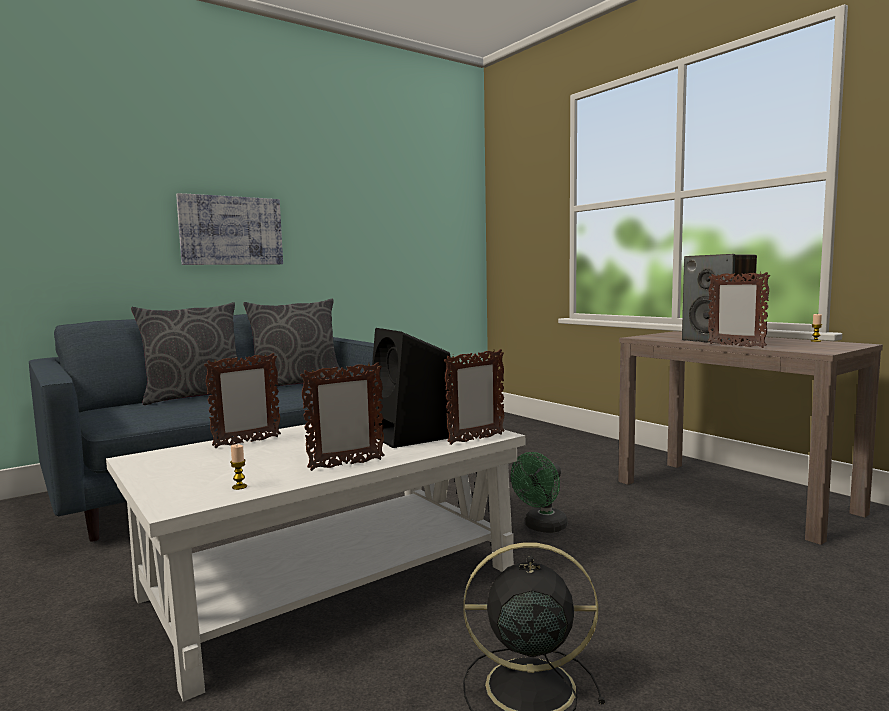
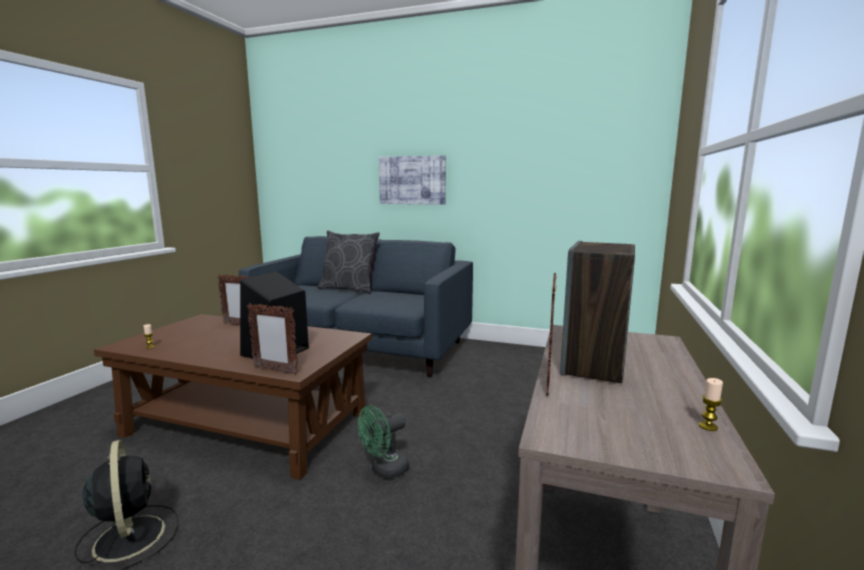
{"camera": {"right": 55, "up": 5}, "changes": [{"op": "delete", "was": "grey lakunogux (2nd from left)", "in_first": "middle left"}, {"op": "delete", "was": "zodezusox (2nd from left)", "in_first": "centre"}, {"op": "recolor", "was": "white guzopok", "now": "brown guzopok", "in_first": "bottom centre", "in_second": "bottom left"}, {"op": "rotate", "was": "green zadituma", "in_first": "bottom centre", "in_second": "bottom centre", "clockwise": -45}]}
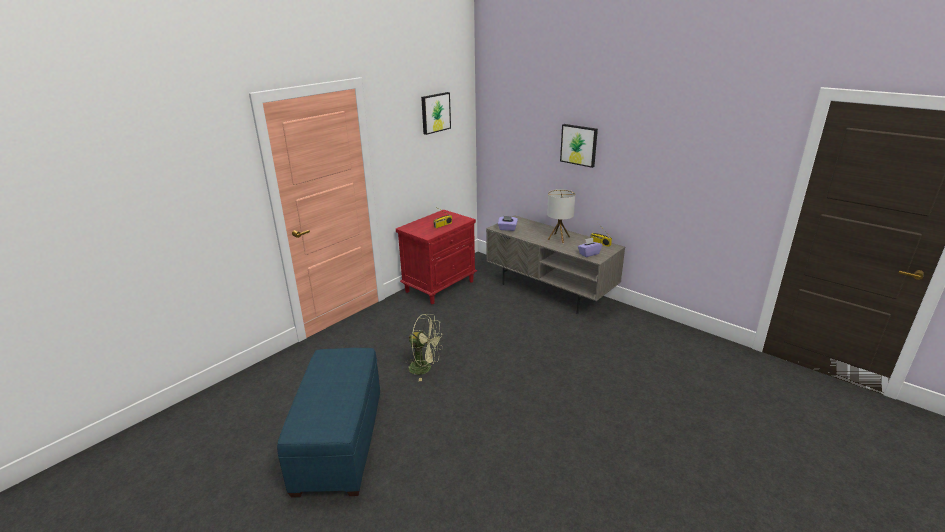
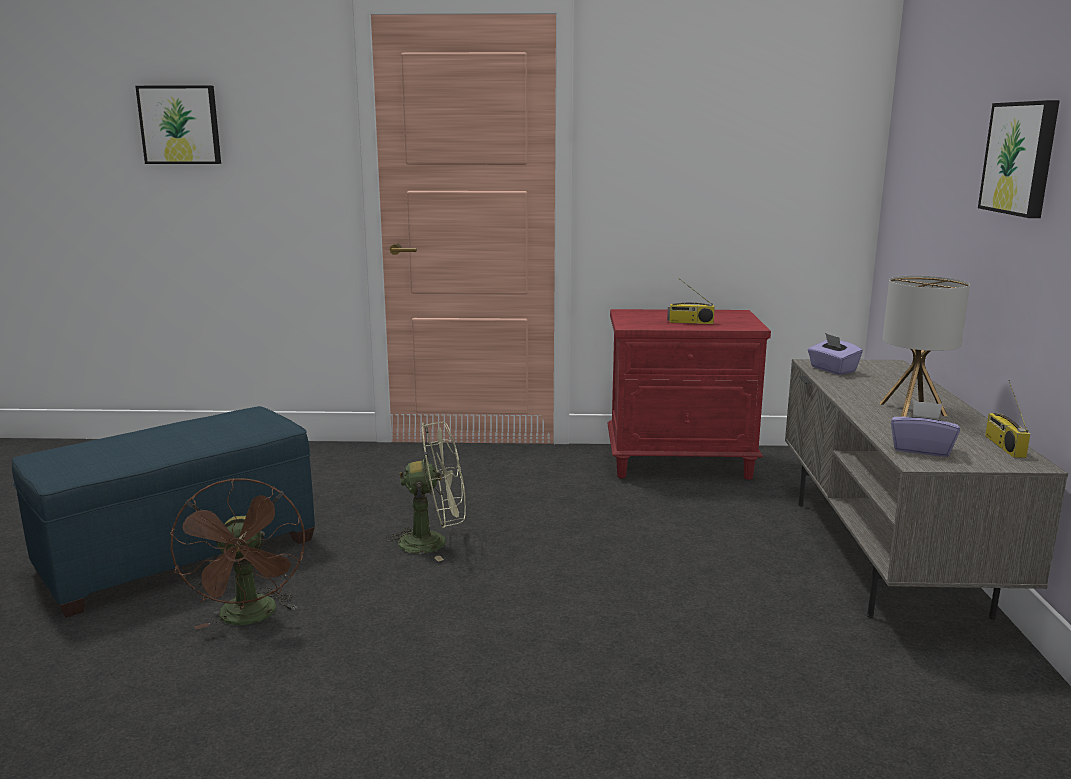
{"camera": {"right": 50, "up": -10}, "changes": [{"op": "insert", "now": "brown zadituma", "in_second": "bottom left"}, {"op": "move", "was": "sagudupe (1st from left)", "in_first": "top centre", "in_second": "top left"}, {"op": "rotate", "was": "green zadituma", "in_first": "centre", "in_second": "centre", "clockwise": -75}]}
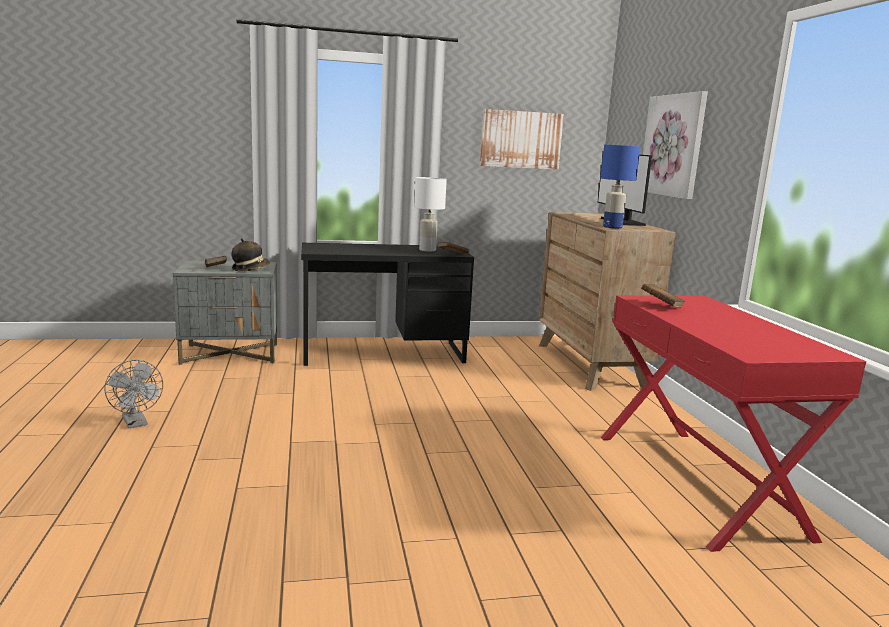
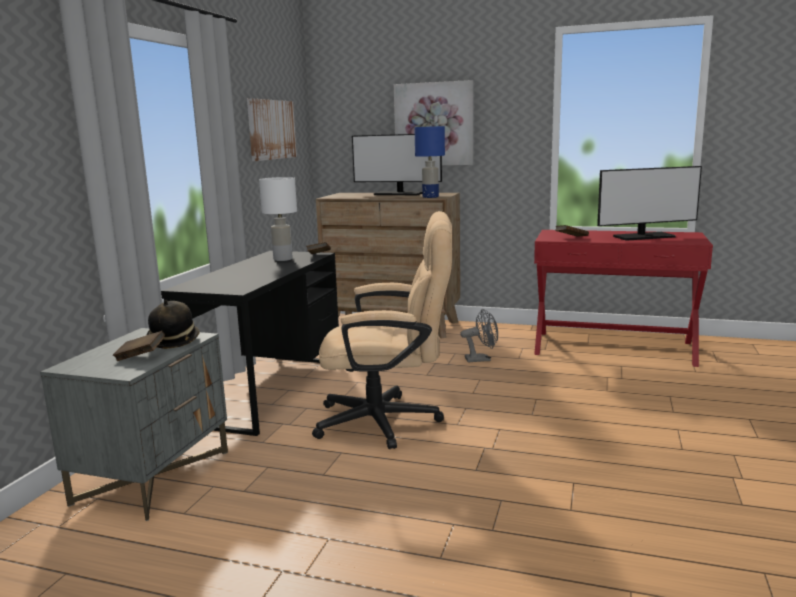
{"camera": {"right": -60, "up": 0}, "changes": [{"op": "insert", "now": "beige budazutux", "in_second": "centre"}, {"op": "insert", "now": "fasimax (2nd from left)", "in_second": "middle right"}, {"op": "move", "was": "grey zadituma", "in_first": "middle left", "in_second": "centre"}]}
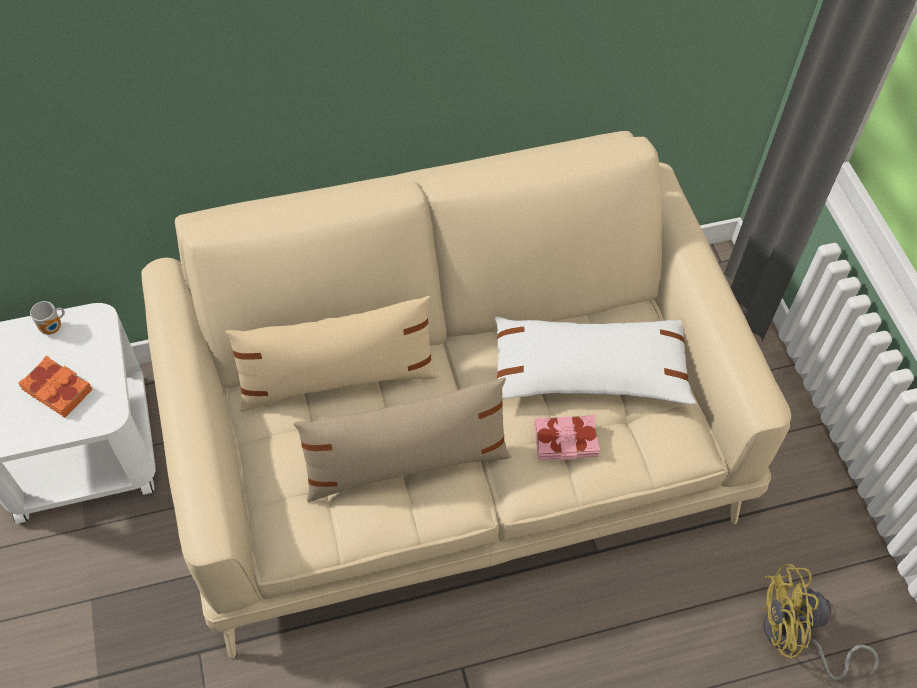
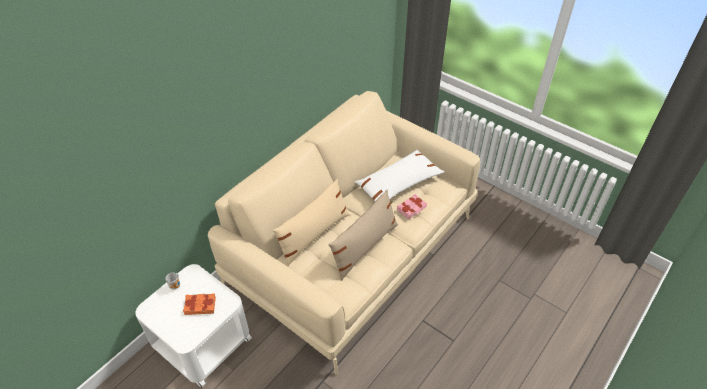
{"camera": {"right": -35, "up": -10}, "changes": [{"op": "delete", "was": "yellow zadituma", "in_first": "bottom right"}]}
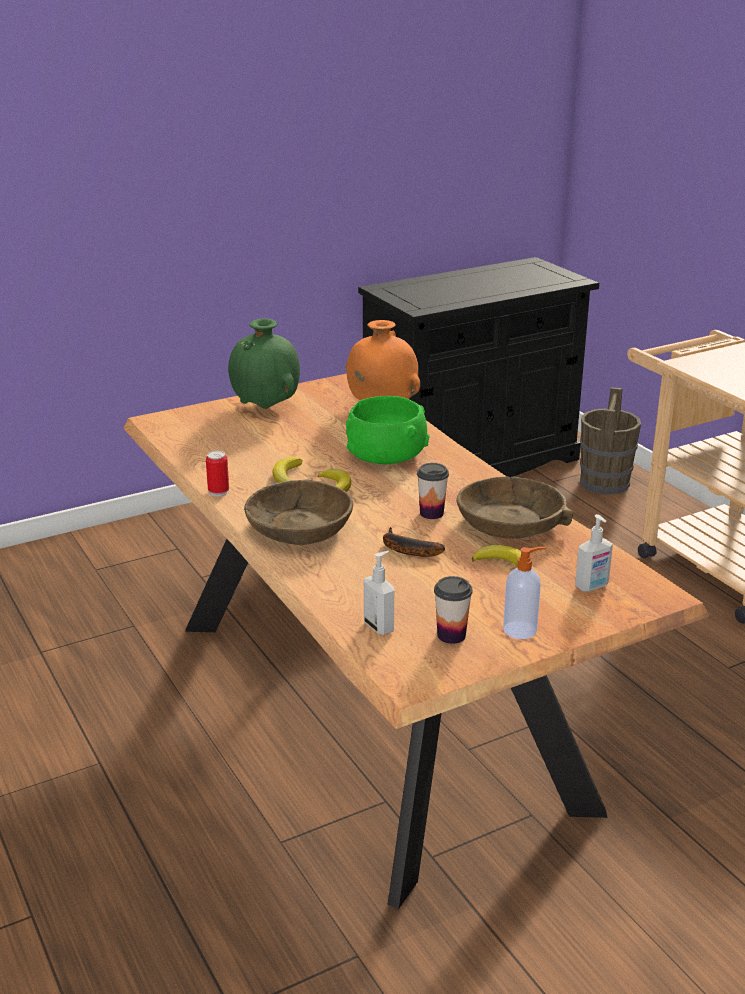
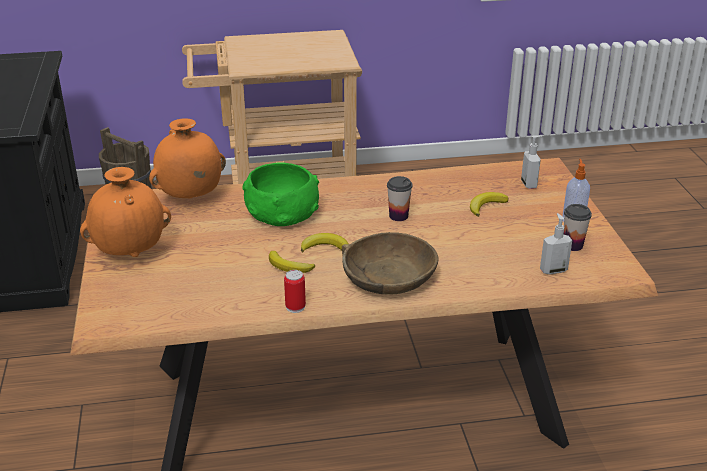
{"camera": {"right": -70, "up": 5}, "changes": [{"op": "delete", "was": "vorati (3rd from left)", "in_first": "centre"}, {"op": "delete", "was": "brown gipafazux (2nd from left)", "in_first": "middle right"}, {"op": "recolor", "was": "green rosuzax", "now": "orange rosuzax (1st from left)", "in_first": "centre", "in_second": "middle left"}]}
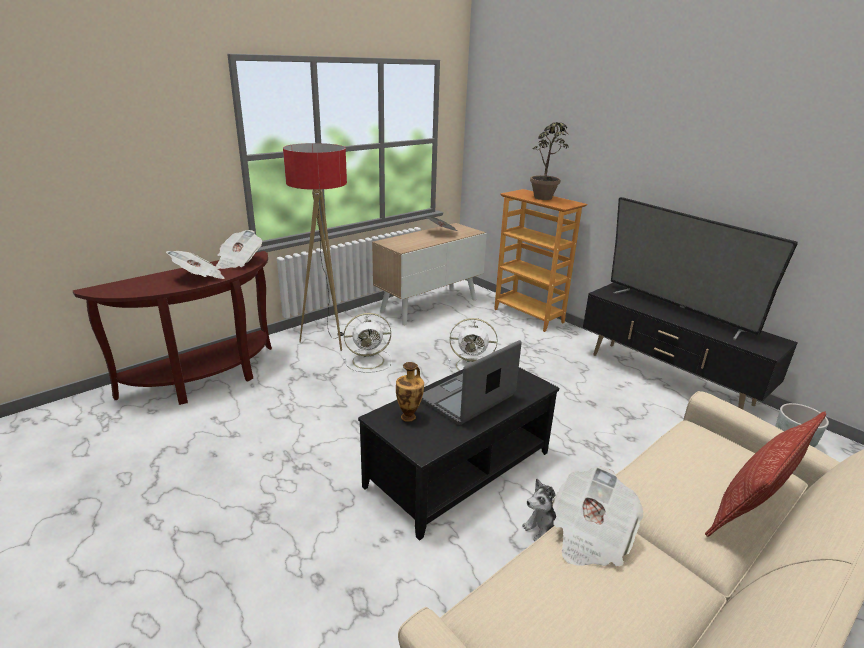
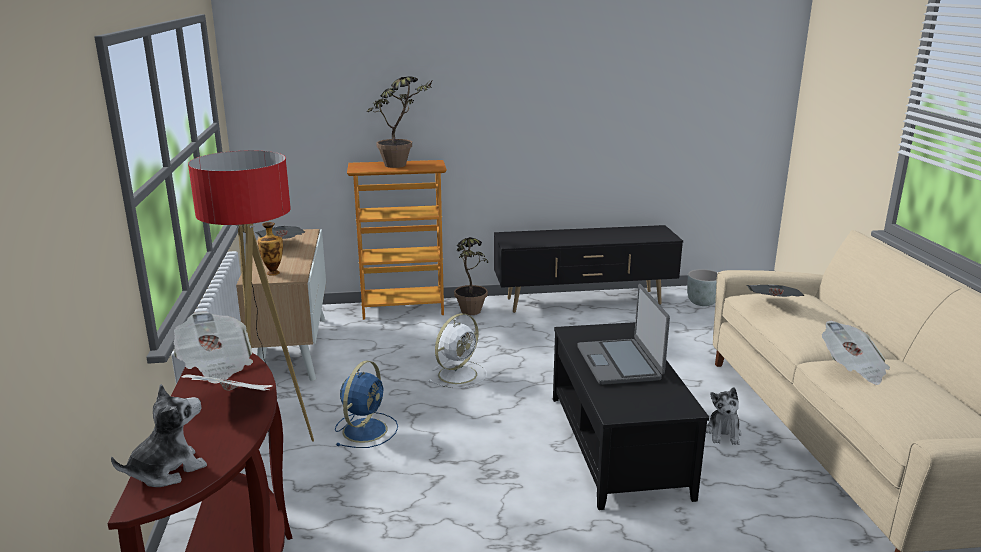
{"camera": {"right": -55, "up": -5}, "changes": [{"op": "delete", "was": "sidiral", "in_first": "middle right"}, {"op": "delete", "was": "lakunogux", "in_first": "bottom right"}, {"op": "insert", "now": "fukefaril (1st from left)", "in_second": "bottom left"}, {"op": "insert", "now": "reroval (2nd from left)", "in_second": "centre"}, {"op": "insert", "now": "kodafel (4th from left)", "in_second": "middle right"}, {"op": "move", "was": "rosuzax", "in_first": "centre", "in_second": "middle left"}, {"op": "recolor", "was": "white zadituma (1st from left)", "now": "blue zadituma", "in_first": "centre", "in_second": "bottom centre"}]}
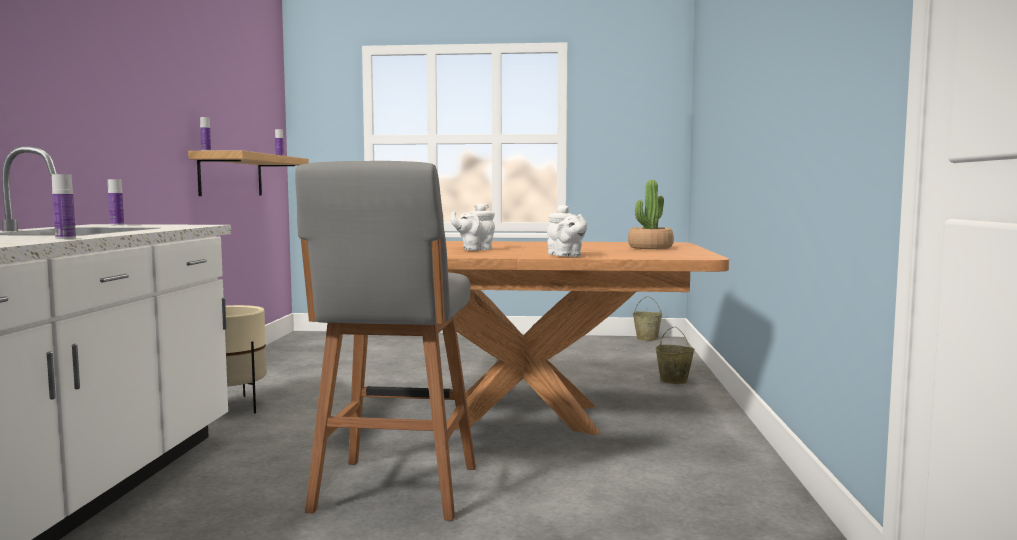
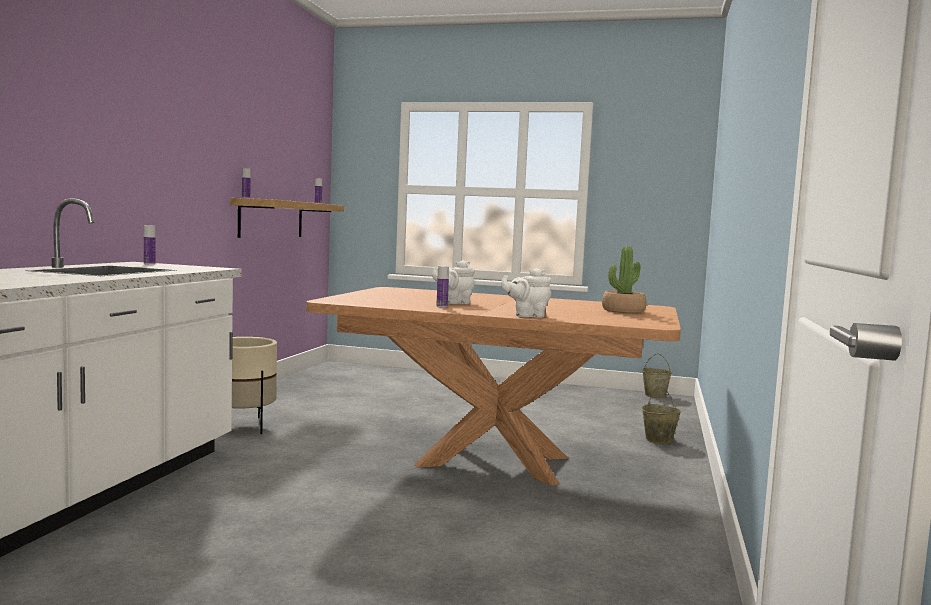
{"camera": {"right": 10, "up": 0}, "changes": [{"op": "delete", "was": "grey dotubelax", "in_first": "centre"}, {"op": "move", "was": "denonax (1st from left in the first image)", "now": "denonax (4th from left)", "in_first": "middle left", "in_second": "centre"}, {"op": "rotate", "was": "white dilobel (2nd from left)", "in_first": "centre", "in_second": "centre", "clockwise": 105}]}
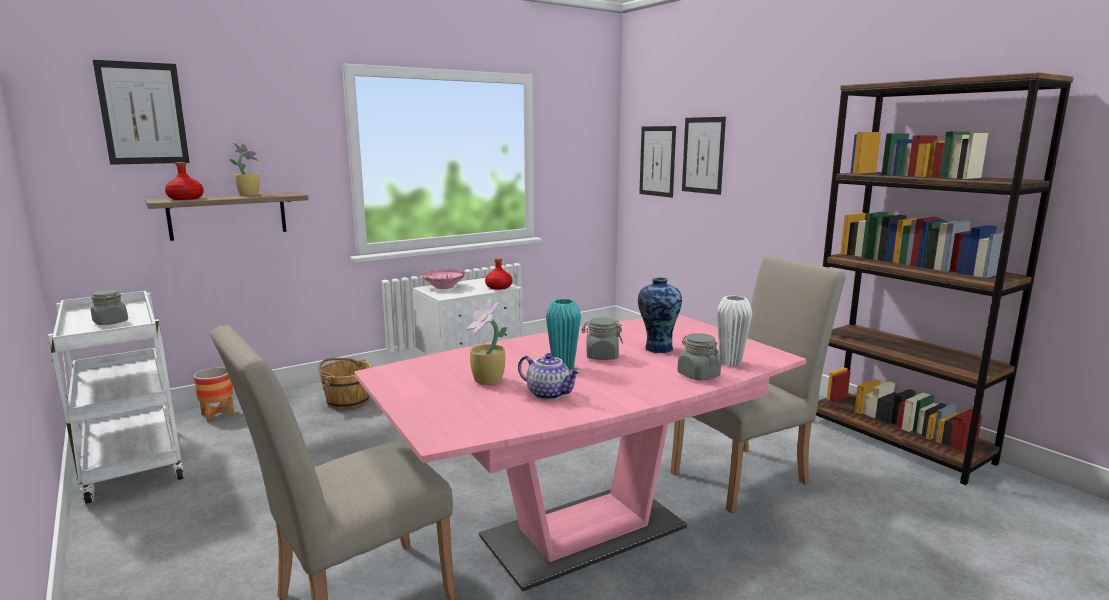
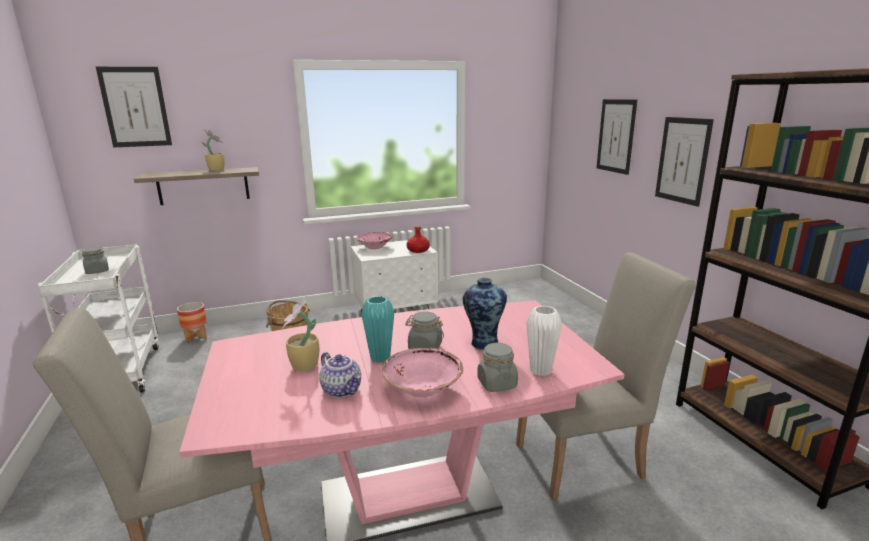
{"camera": {"right": 15, "up": 5}, "changes": [{"op": "delete", "was": "red denonax (1st from left)", "in_first": "top left"}, {"op": "insert", "now": "pink gipafazux (2nd from left)", "in_second": "bottom centre"}, {"op": "move", "was": "sagudupe (2nd from left in the first image)", "now": "sagudupe (3rd from left)", "in_first": "top centre", "in_second": "top right"}]}
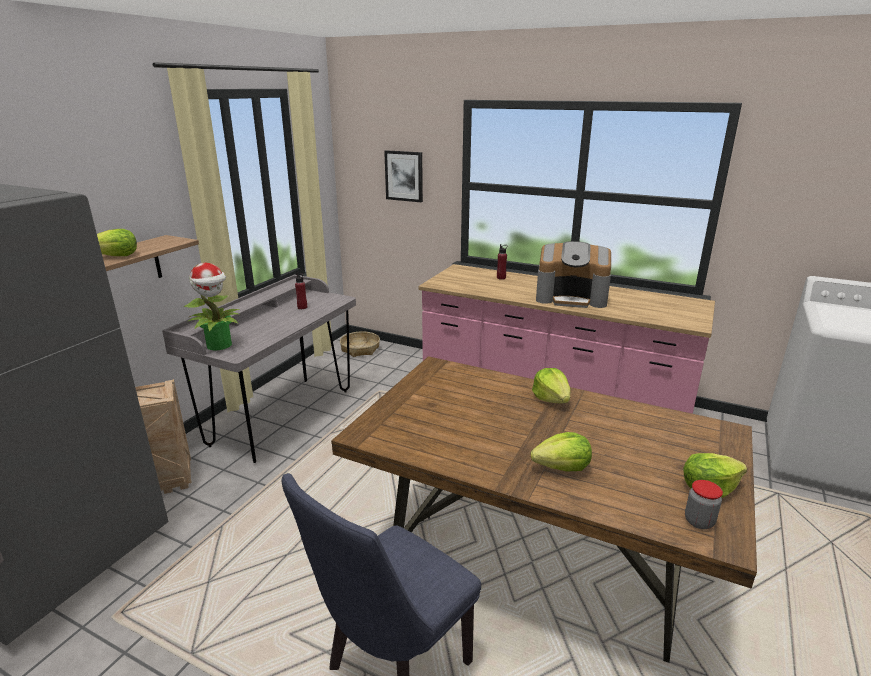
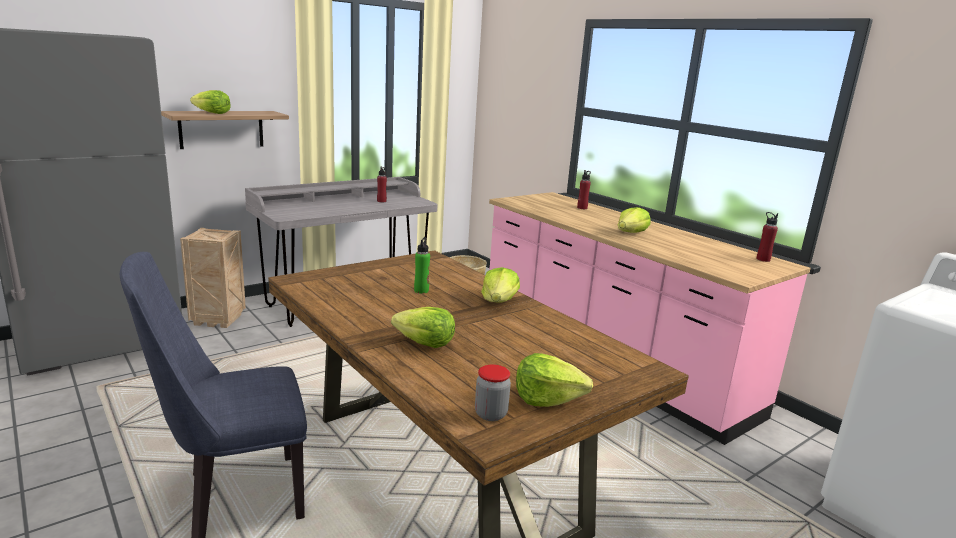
{"camera": {"right": 25, "up": -5}, "changes": [{"op": "delete", "was": "reroval", "in_first": "middle left"}, {"op": "delete", "was": "sagudupe", "in_first": "top centre"}, {"op": "insert", "now": "green denonax", "in_second": "centre"}, {"op": "insert", "now": "red denonax (3rd from left)", "in_second": "middle right"}, {"op": "replace", "was": "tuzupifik", "now": "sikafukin (5th from left)", "in_first": "centre", "in_second": "centre"}]}
